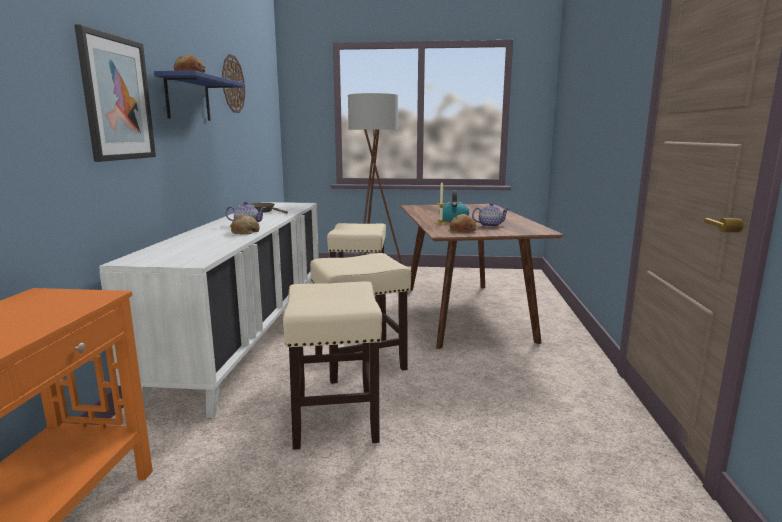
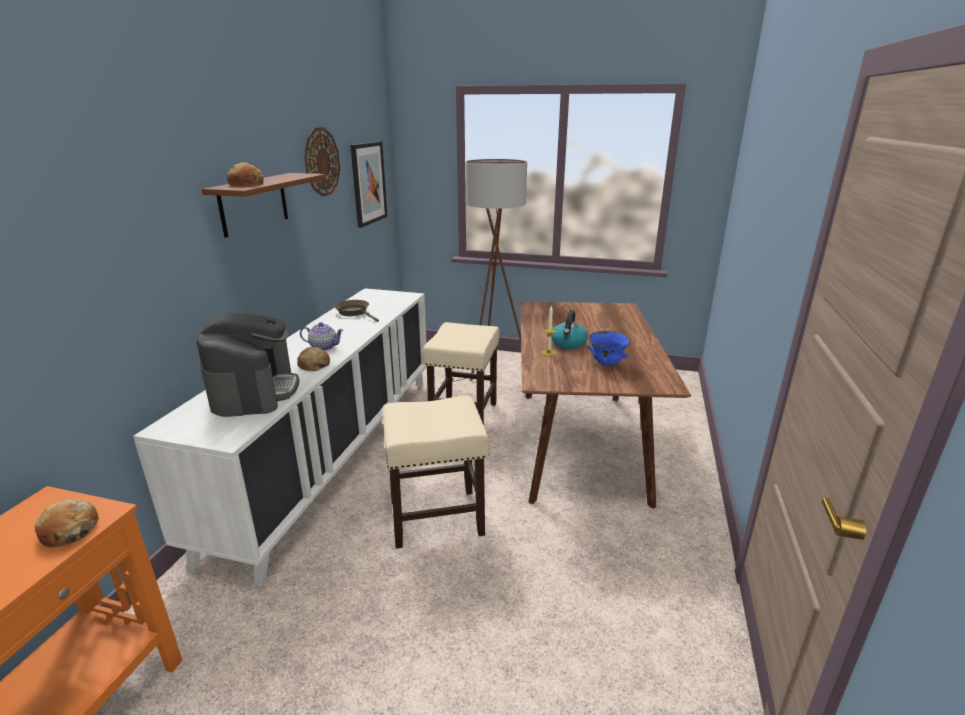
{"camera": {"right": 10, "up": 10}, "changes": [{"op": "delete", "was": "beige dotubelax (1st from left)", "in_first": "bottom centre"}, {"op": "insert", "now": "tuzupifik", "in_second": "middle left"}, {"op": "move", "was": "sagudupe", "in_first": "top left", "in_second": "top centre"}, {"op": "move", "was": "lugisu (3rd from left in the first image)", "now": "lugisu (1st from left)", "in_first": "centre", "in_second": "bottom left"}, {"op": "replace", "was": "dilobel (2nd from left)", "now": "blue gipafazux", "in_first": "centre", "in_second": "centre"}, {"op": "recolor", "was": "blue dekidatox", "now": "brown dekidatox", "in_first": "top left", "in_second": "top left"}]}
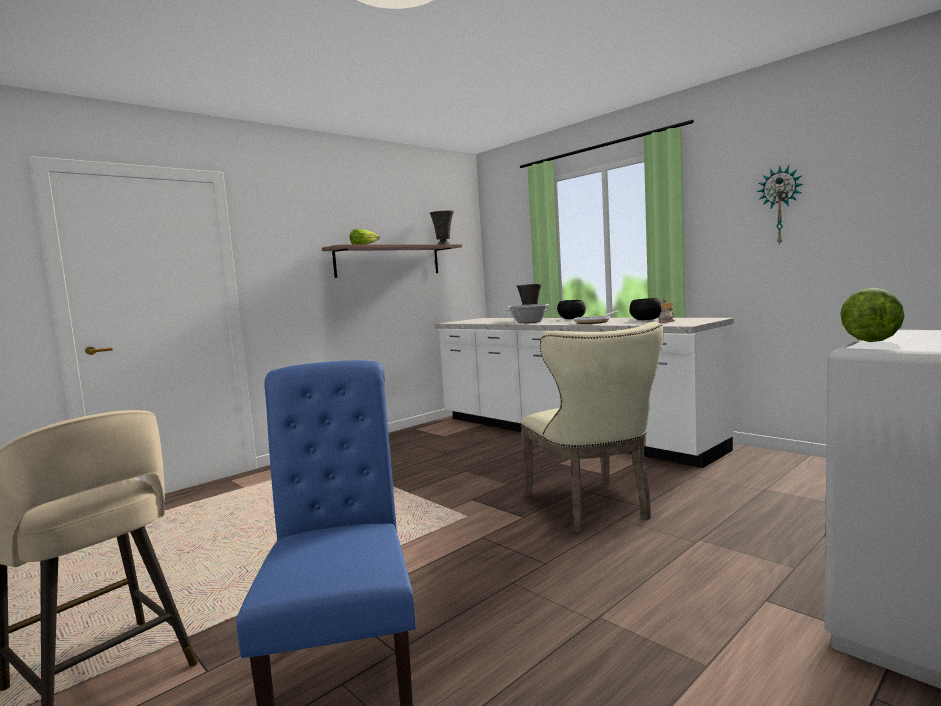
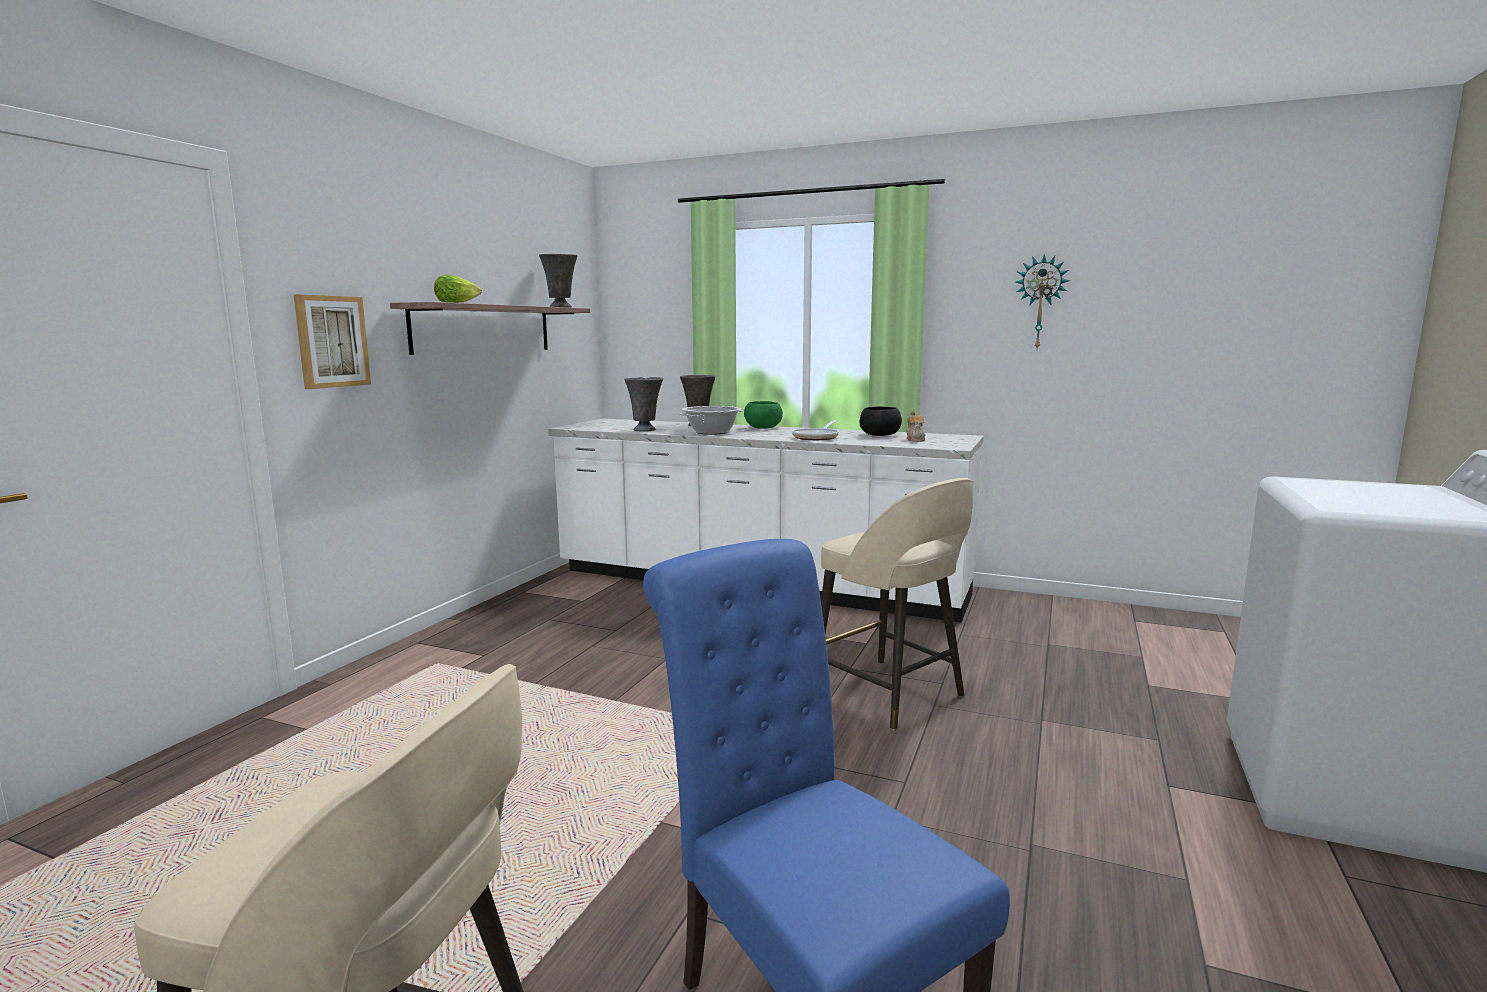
{"camera": {"right": -25, "up": 5}, "changes": [{"op": "delete", "was": "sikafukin (2nd from left)", "in_first": "middle right"}, {"op": "insert", "now": "sagudupe", "in_second": "middle left"}, {"op": "insert", "now": "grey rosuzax (2nd from left)", "in_second": "centre"}, {"op": "replace", "was": "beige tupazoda", "now": "beige dotubelax (2nd from left)", "in_first": "centre", "in_second": "centre"}, {"op": "recolor", "was": "black gipafazux (1st from left)", "now": "green gipafazux", "in_first": "centre", "in_second": "centre"}]}
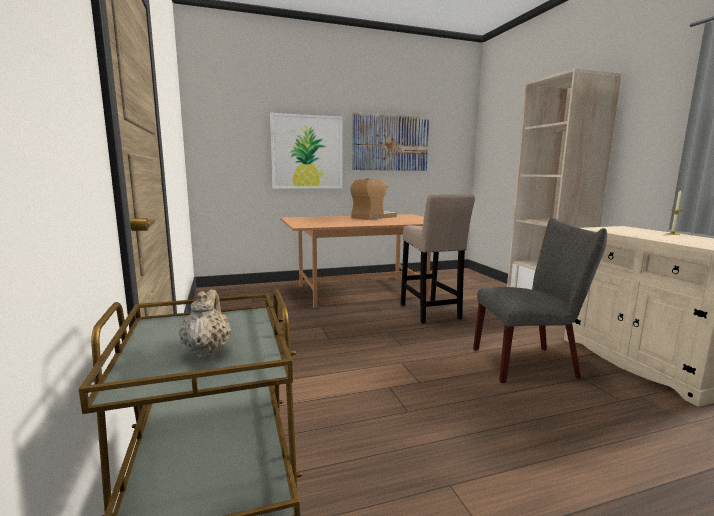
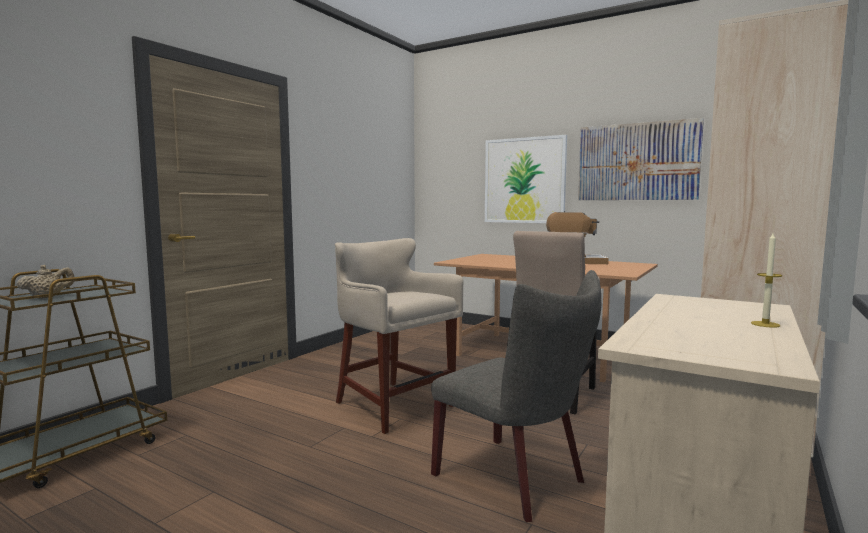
{"camera": {"right": 50, "up": -5}, "changes": [{"op": "insert", "now": "beige dotubelax (1st from left)", "in_second": "centre"}]}
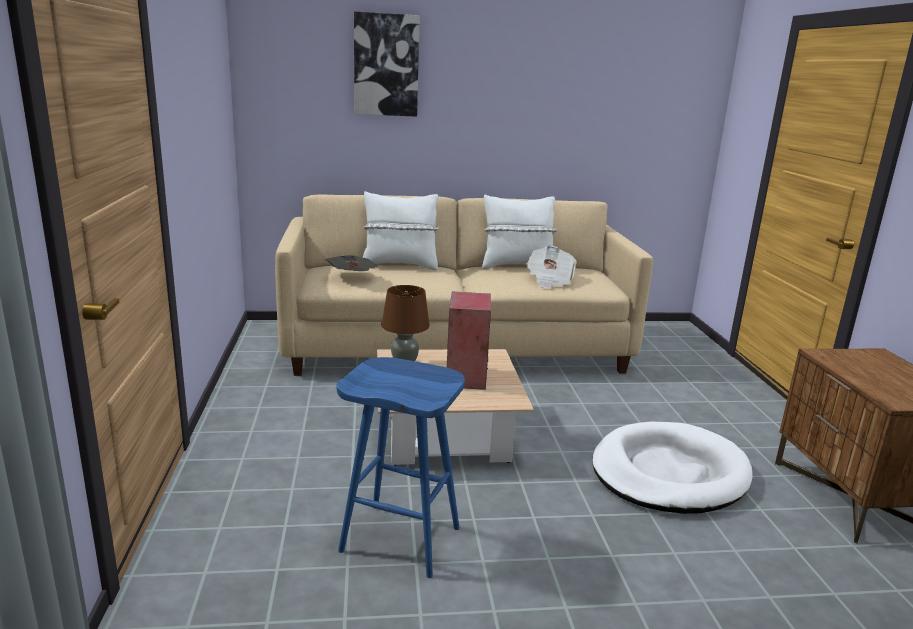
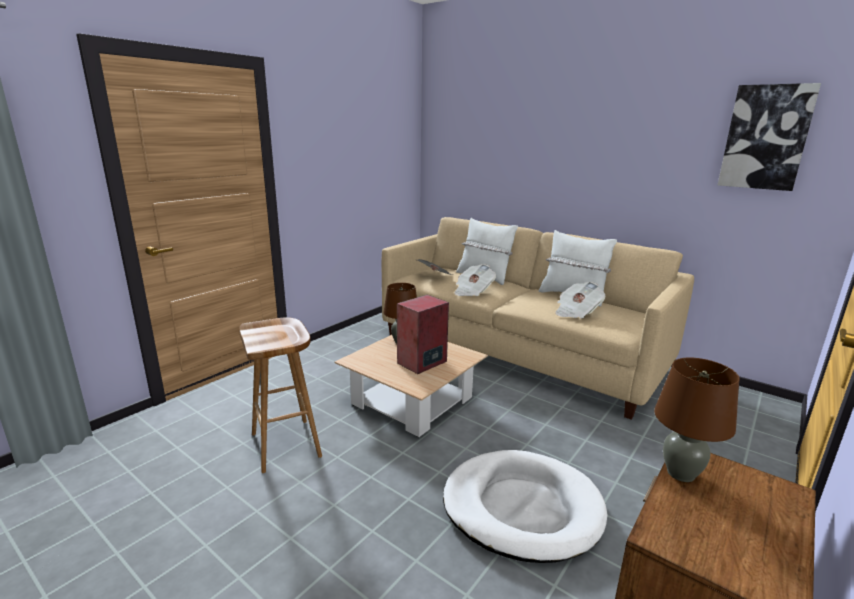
{"camera": {"right": 45, "up": 0}, "changes": [{"op": "insert", "now": "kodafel (2nd from left)", "in_second": "centre"}, {"op": "insert", "now": "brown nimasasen (2nd from left)", "in_second": "bottom right"}, {"op": "move", "was": "sagudupe", "in_first": "top centre", "in_second": "top right"}, {"op": "recolor", "was": "blue dotubelax", "now": "brown dotubelax", "in_first": "bottom centre", "in_second": "middle left"}]}
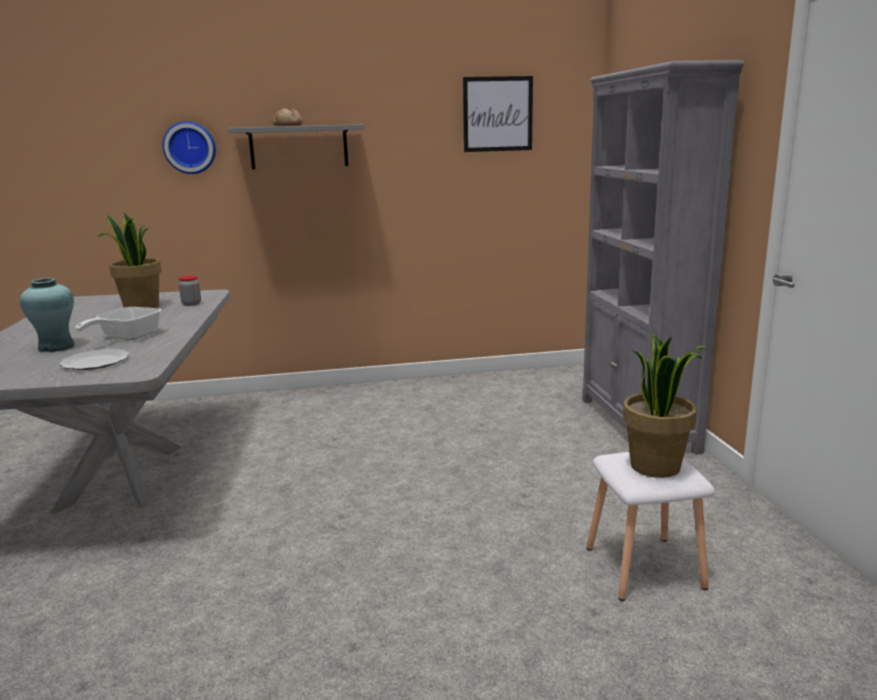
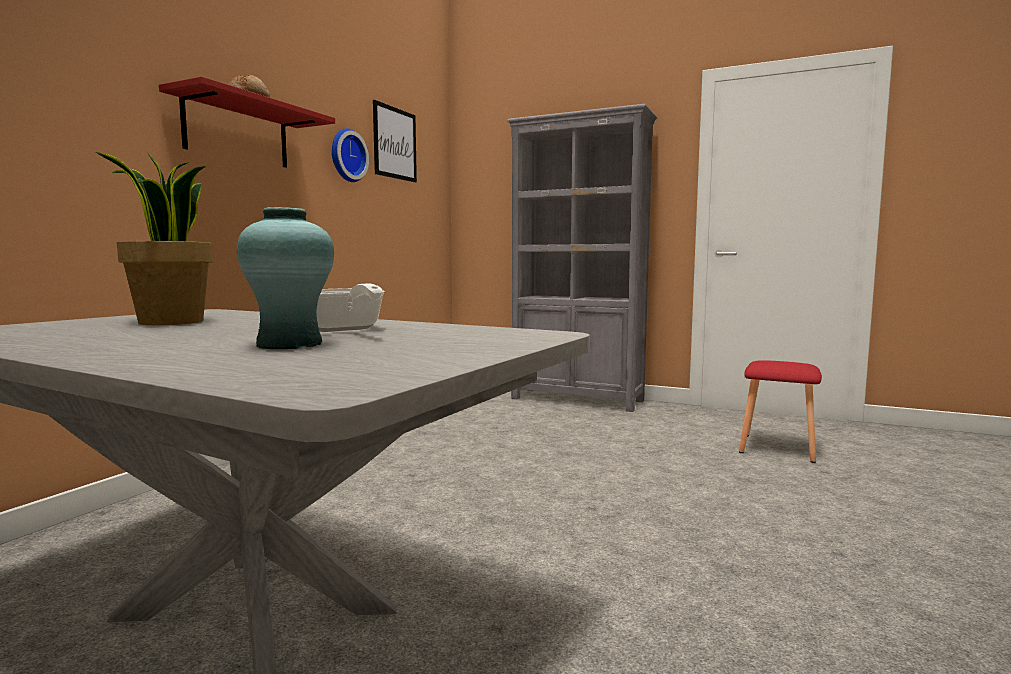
{"camera": {"right": -55, "up": -10}, "changes": [{"op": "delete", "was": "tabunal", "in_first": "middle left"}, {"op": "delete", "was": "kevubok", "in_first": "middle left"}, {"op": "delete", "was": "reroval (2nd from left)", "in_first": "middle right"}, {"op": "move", "was": "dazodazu", "in_first": "top left", "in_second": "top centre"}, {"op": "recolor", "was": "grey dekidatox", "now": "red dekidatox", "in_first": "top centre", "in_second": "top left"}, {"op": "recolor", "was": "white dotubelax", "now": "red dotubelax", "in_first": "bottom right", "in_second": "middle right"}]}
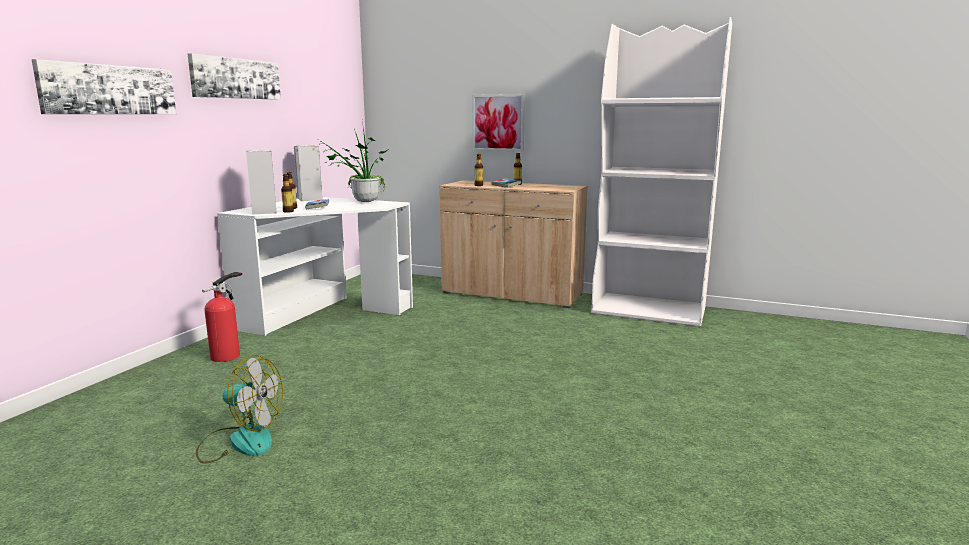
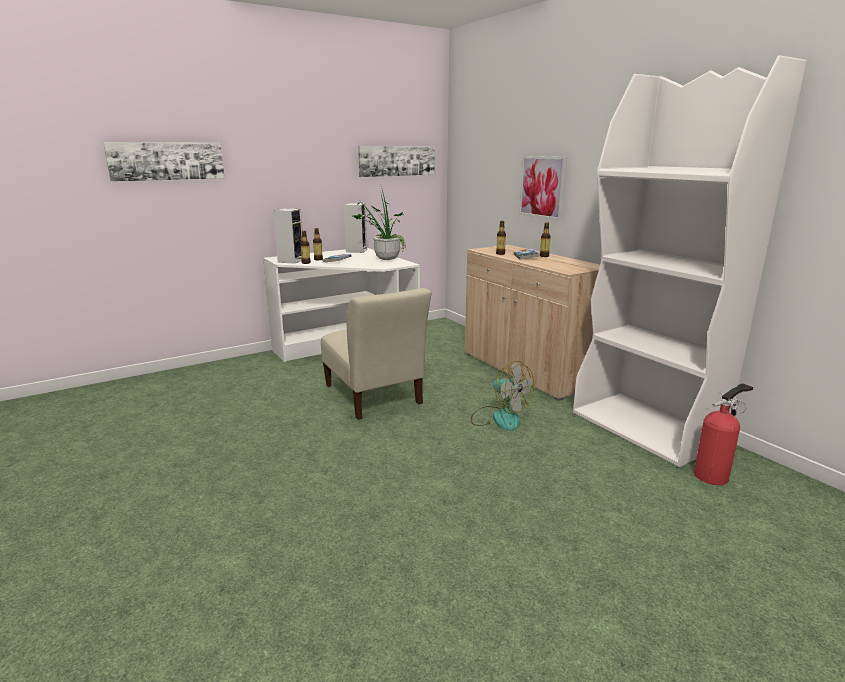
{"camera": {"right": 35, "up": 5}, "changes": [{"op": "insert", "now": "beige tupazoda", "in_second": "centre"}, {"op": "move", "was": "sagudupe (2nd from left)", "in_first": "top left", "in_second": "top centre"}, {"op": "move", "was": "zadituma", "in_first": "bottom left", "in_second": "centre"}, {"op": "move", "was": "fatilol", "in_first": "middle left", "in_second": "middle right"}]}
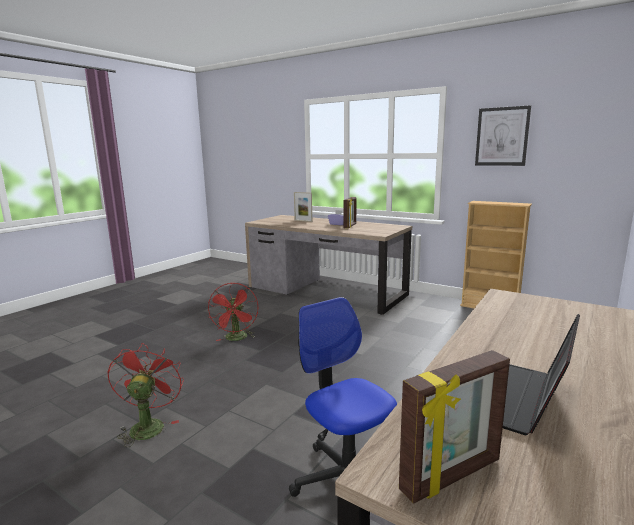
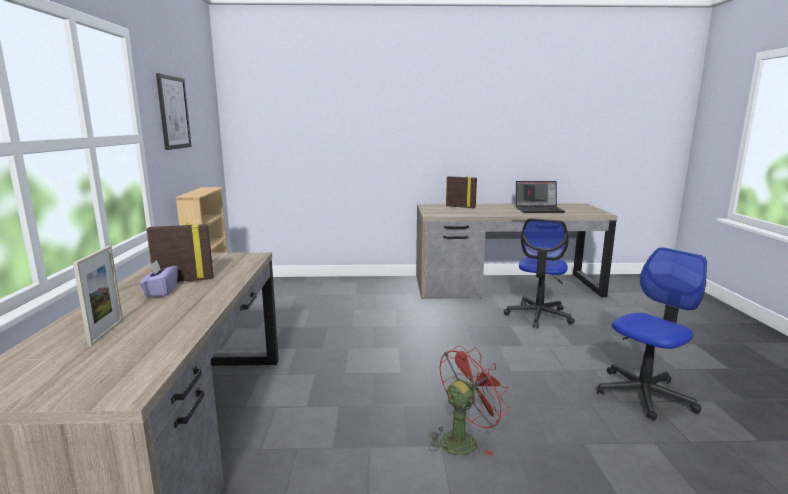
{"camera": {"right": -125, "up": 0}, "changes": [{"op": "move", "was": "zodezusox (3rd from left)", "in_first": "bottom right", "in_second": "centre"}, {"op": "replace", "was": "red zadituma (1st from left)", "now": "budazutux (2nd from left)", "in_first": "bottom left", "in_second": "bottom right"}]}
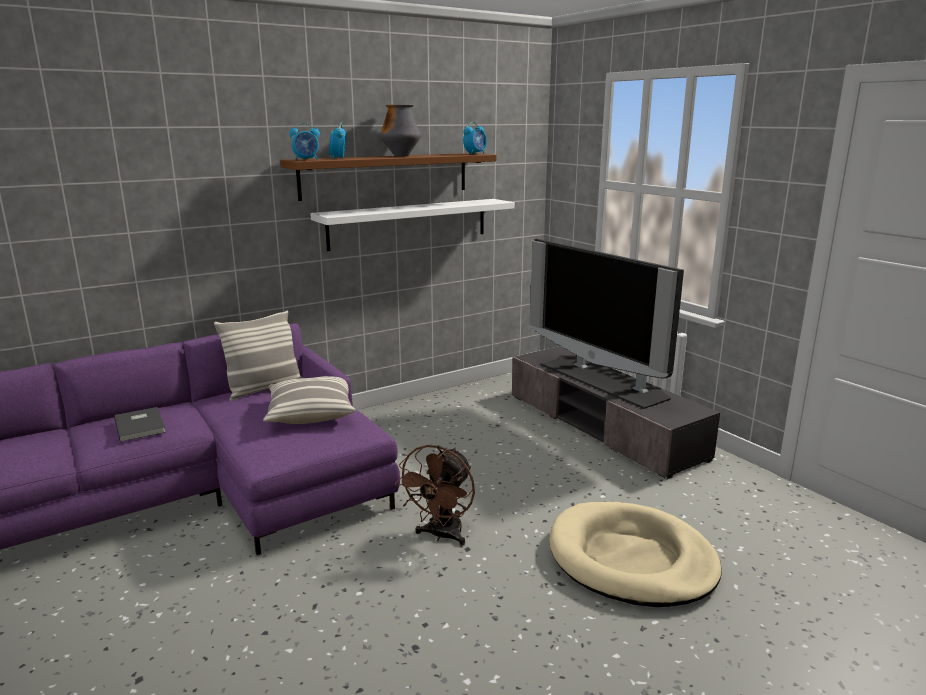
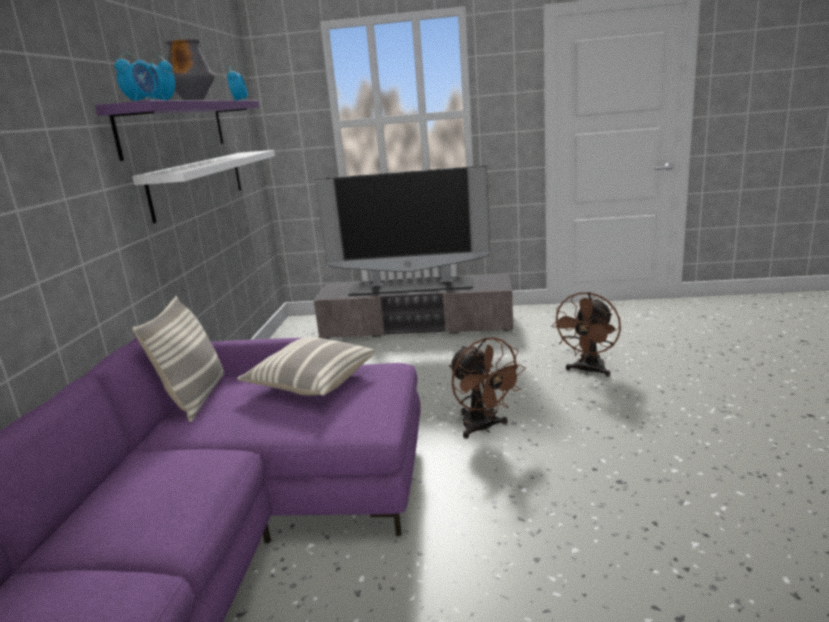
{"camera": {"right": -50, "up": 0}, "changes": [{"op": "delete", "was": "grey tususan", "in_first": "middle left"}, {"op": "replace", "was": "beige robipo", "now": "brown zadituma (2nd from left)", "in_first": "bottom right", "in_second": "middle right"}, {"op": "recolor", "was": "brown dekidatox", "now": "purple dekidatox", "in_first": "top centre", "in_second": "top left"}]}
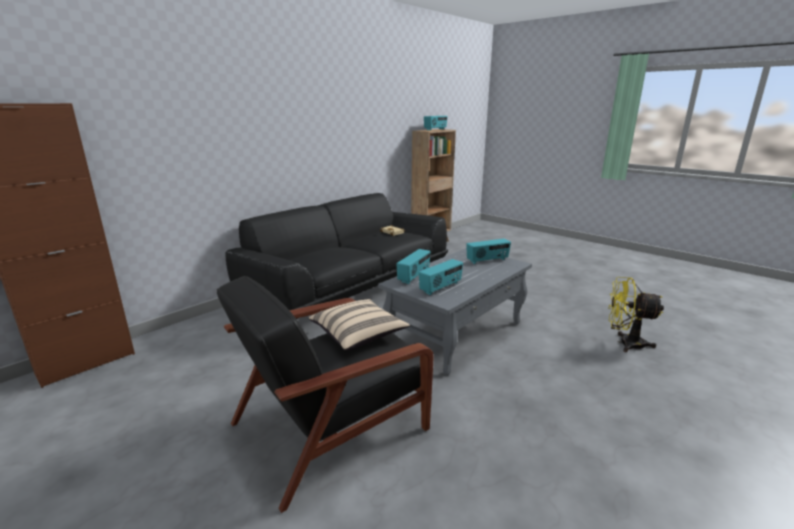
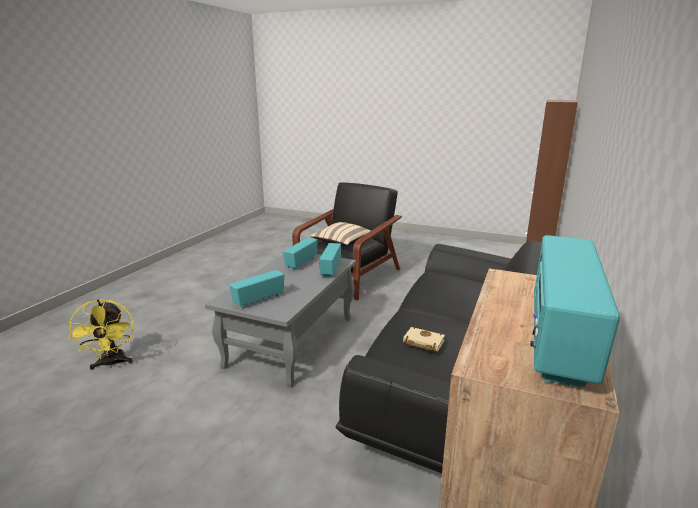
{"camera": {"right": 160, "up": 0}, "changes": [{"op": "rotate", "was": "yellow zadituma", "in_first": "middle right", "in_second": "middle left", "clockwise": 75}]}
